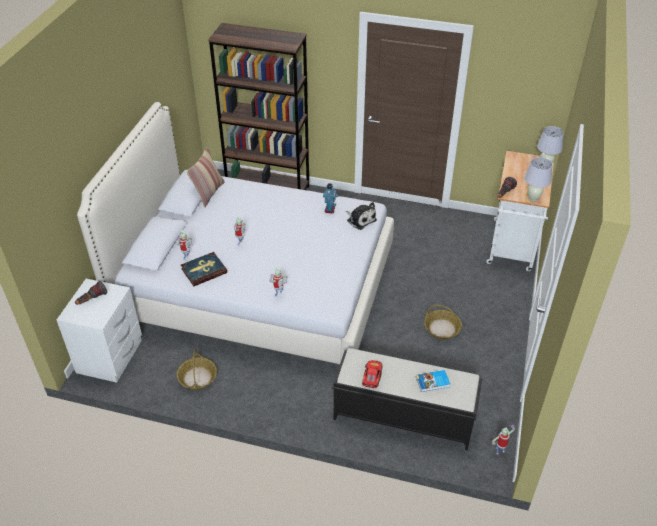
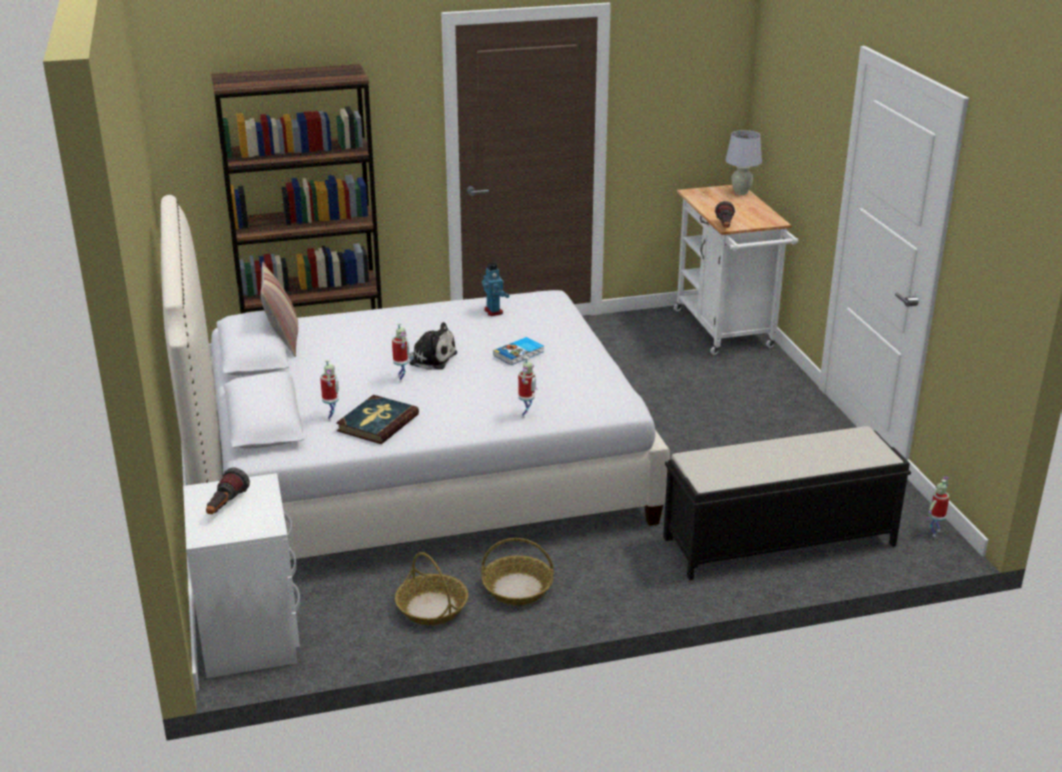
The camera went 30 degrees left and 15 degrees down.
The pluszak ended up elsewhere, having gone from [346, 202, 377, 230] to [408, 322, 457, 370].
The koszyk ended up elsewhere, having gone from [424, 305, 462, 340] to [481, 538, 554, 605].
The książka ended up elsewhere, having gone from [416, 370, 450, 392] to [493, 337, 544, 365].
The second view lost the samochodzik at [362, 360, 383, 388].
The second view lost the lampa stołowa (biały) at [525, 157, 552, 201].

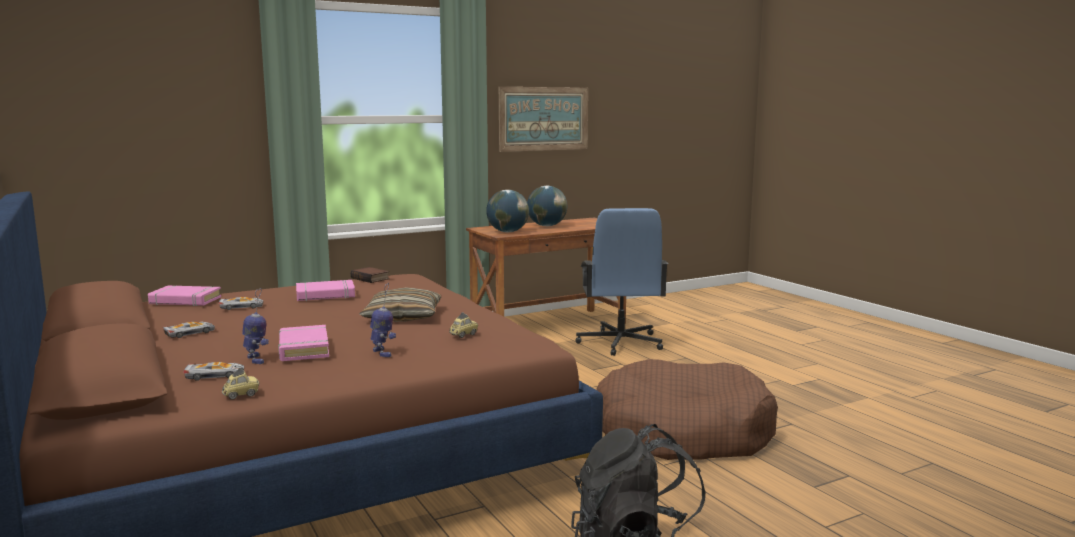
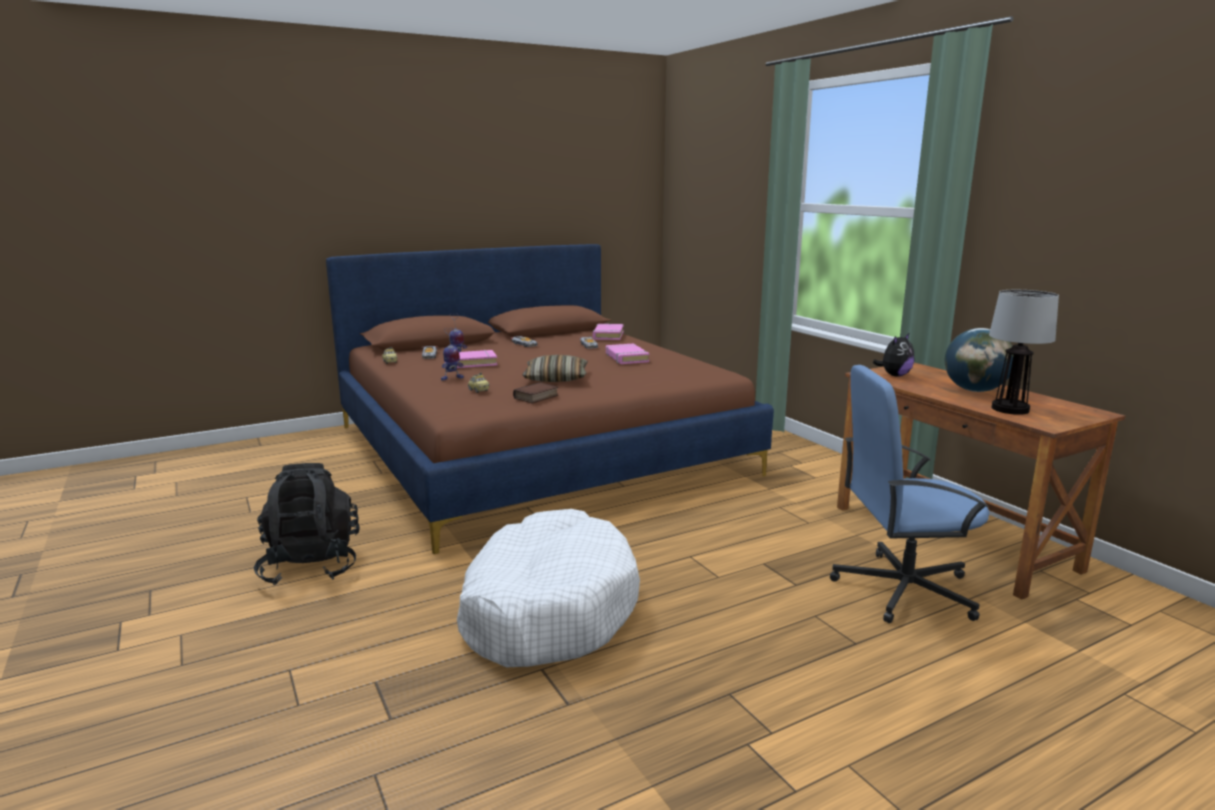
The camera went 90 degrees right and 5 degrees up.
What was the legowisko (brązowy) at [596, 359, 778, 460] turned into the legowisko (biały) at [457, 509, 640, 667].
The książka ended up elsewhere, having gone from [351, 267, 389, 283] to [513, 382, 558, 403].
Where the globus stood at [486, 190, 529, 232], the pluszak came to stand at [873, 333, 914, 377].
The second view gained the lampa stołowa at [989, 290, 1059, 415].
The second view lost the obraz at [499, 87, 588, 152].

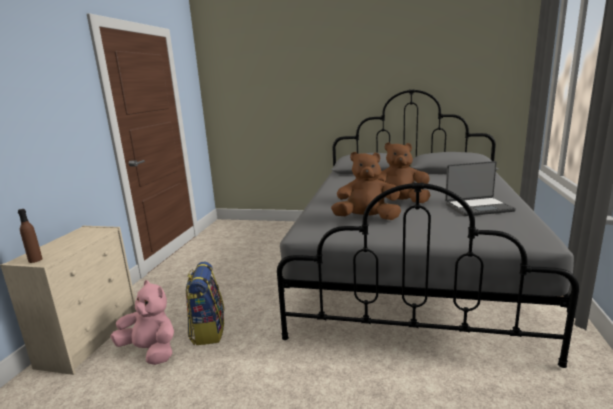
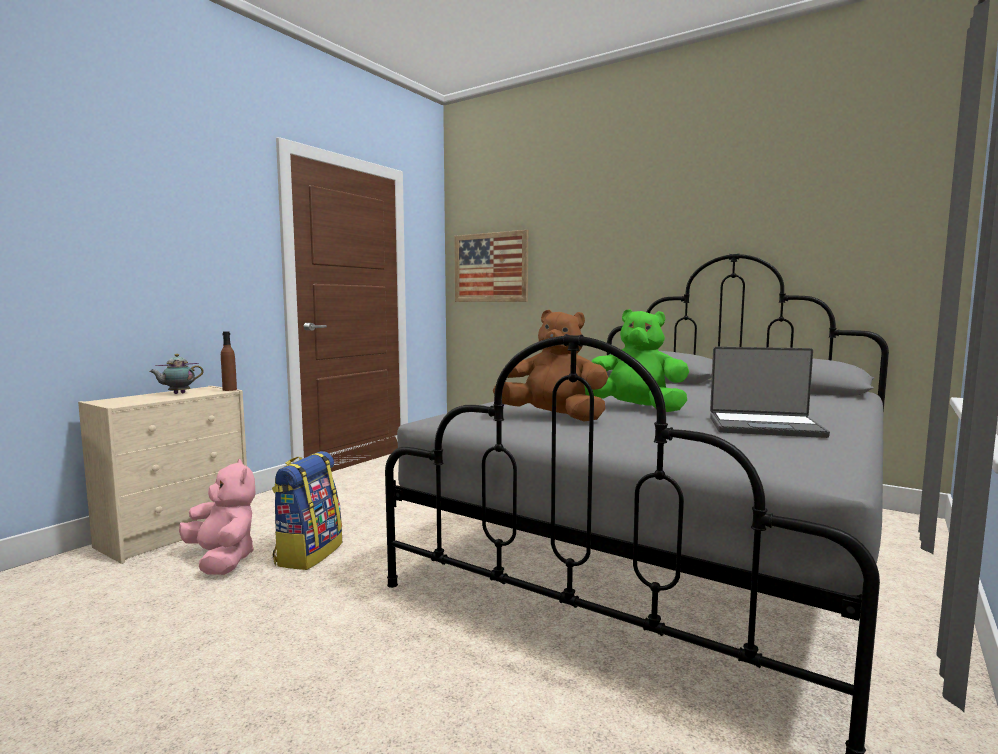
The camera went 20 degrees right and 10 degrees down.
The second view gained the imbryk at [149, 354, 204, 394].
The butelka (brązowy) ended up elsewhere, having gone from [18, 209, 42, 263] to [221, 331, 237, 391].
The second view gained the obraz at [454, 230, 528, 302].
What was the pluszak (brązowy) at [378, 142, 431, 203] turned into the pluszak (zielony) at [584, 309, 689, 412].

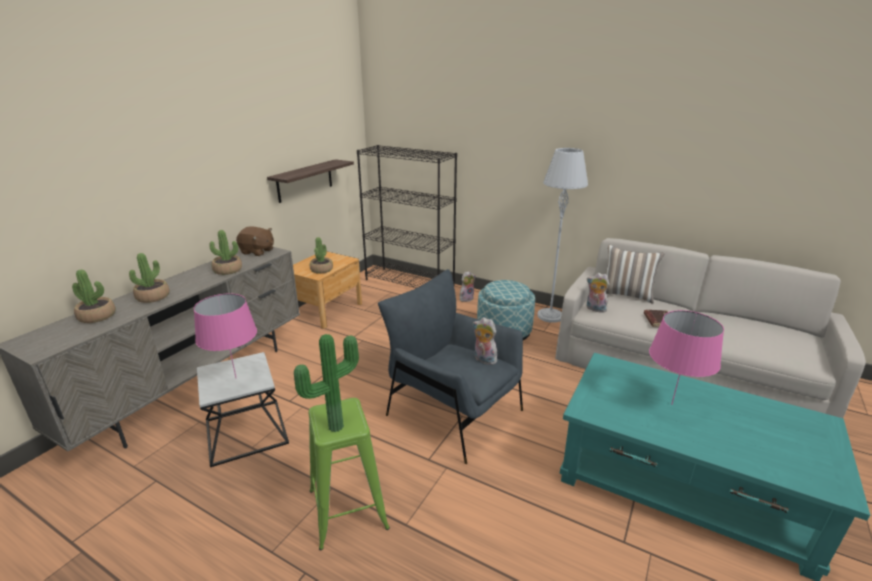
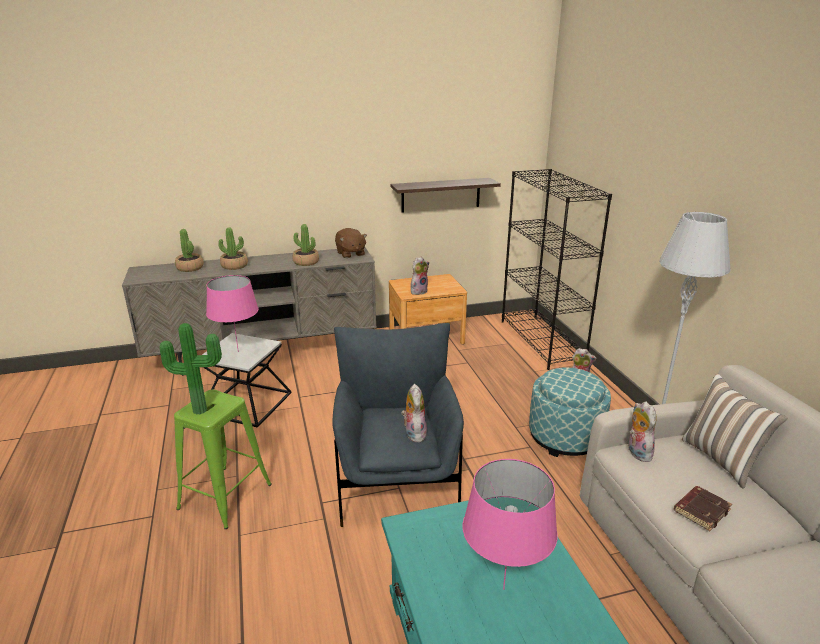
The camera went 45 degrees right and 0 degrees up.
Where the roślina doniczkowa stood at [310, 237, 333, 274], the pluszak came to stand at [411, 257, 429, 295].

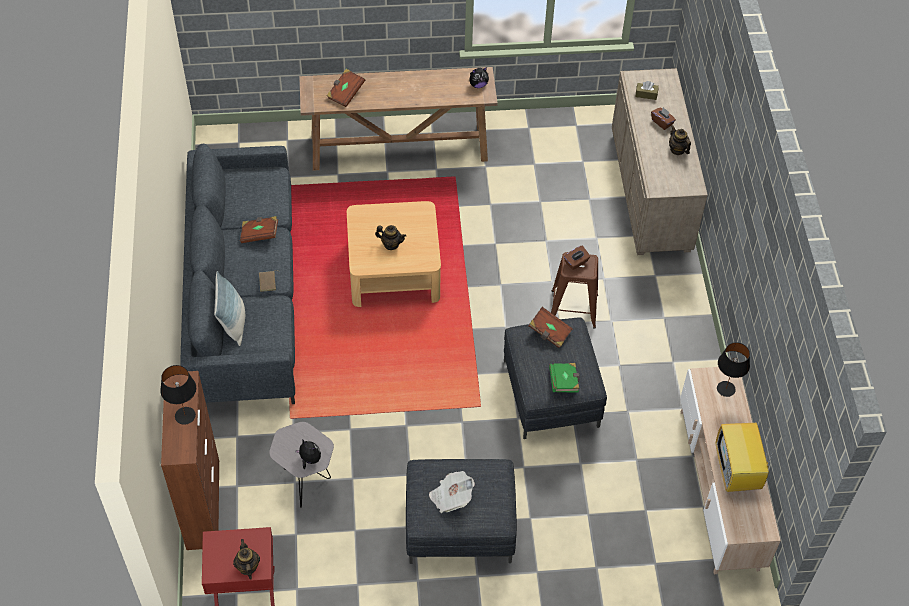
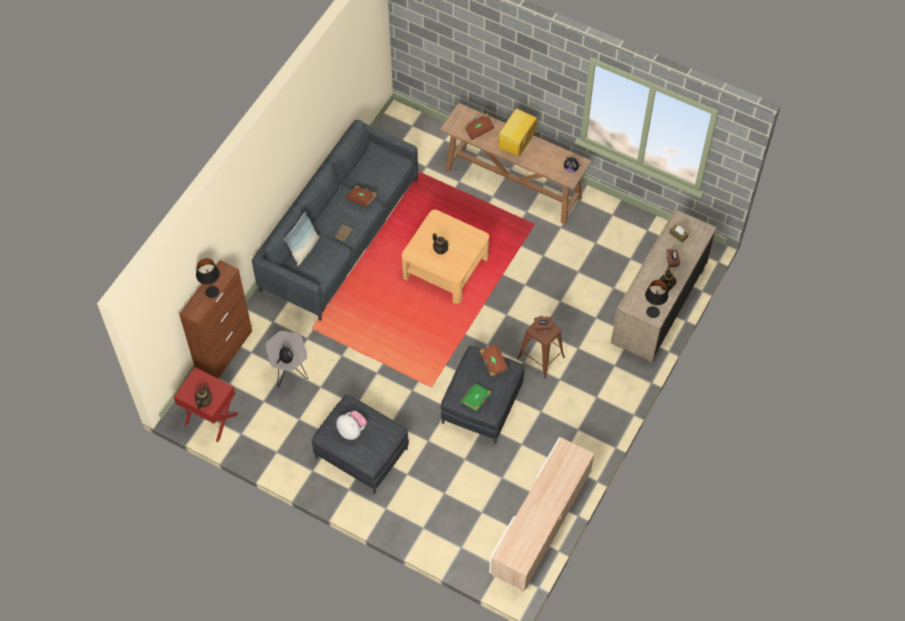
The camera went 35 degrees right and 5 degrees up.
Where the gazeta stood at [429, 471, 475, 513], the pluszak came to stand at [336, 411, 367, 440].
The telewizor ended up elsewhere, having gone from [716, 423, 774, 492] to [498, 108, 537, 157].
The lampa stołowa (czarny) ended up elsewhere, having gone from [717, 342, 750, 397] to [645, 280, 668, 318].

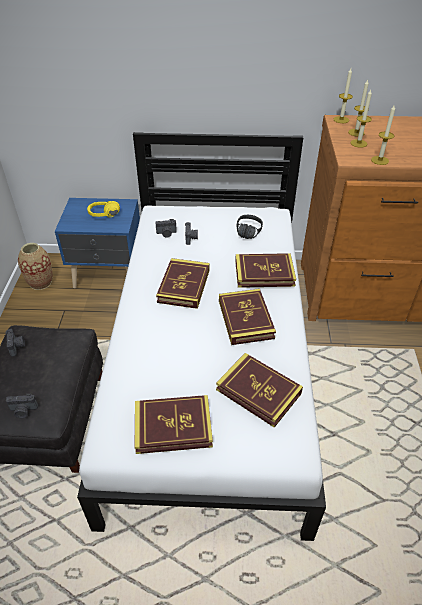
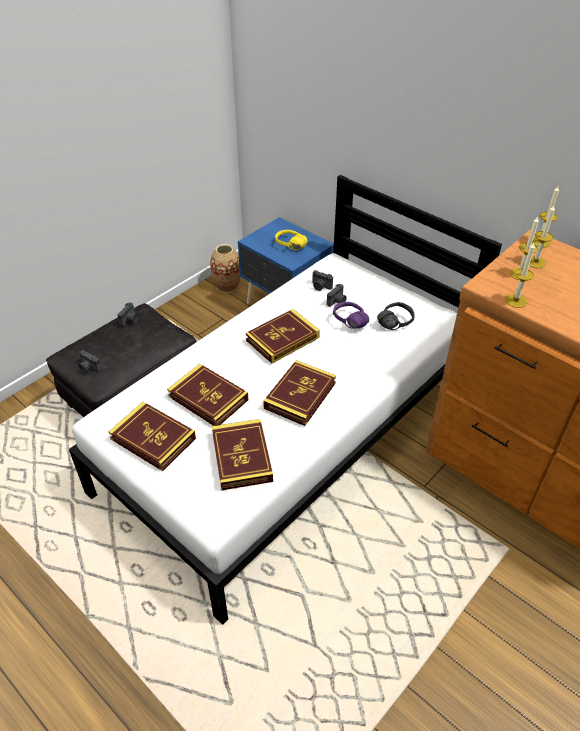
The camera went 40 degrees right and 0 degrees up.
The książka ended up elsewhere, having gone from [235, 253, 296, 288] to [167, 364, 248, 426].
The second view gained the słuchawki (fioletowy) at [333, 302, 369, 329].

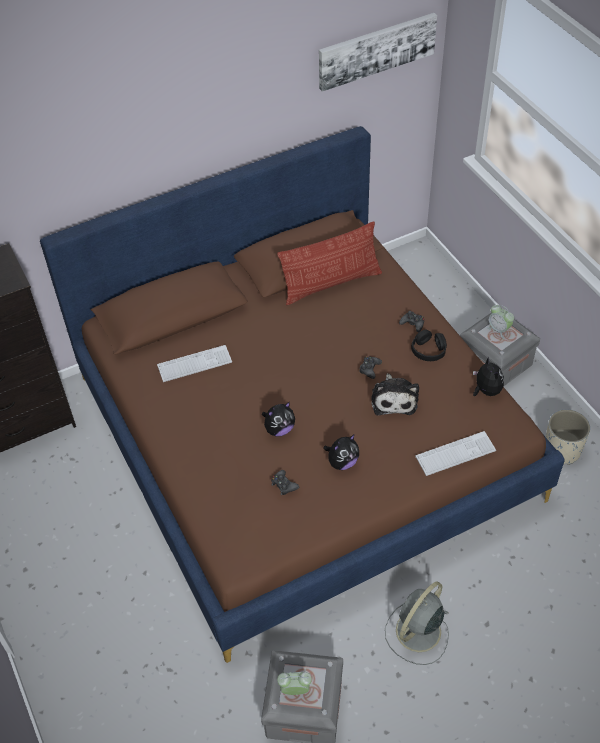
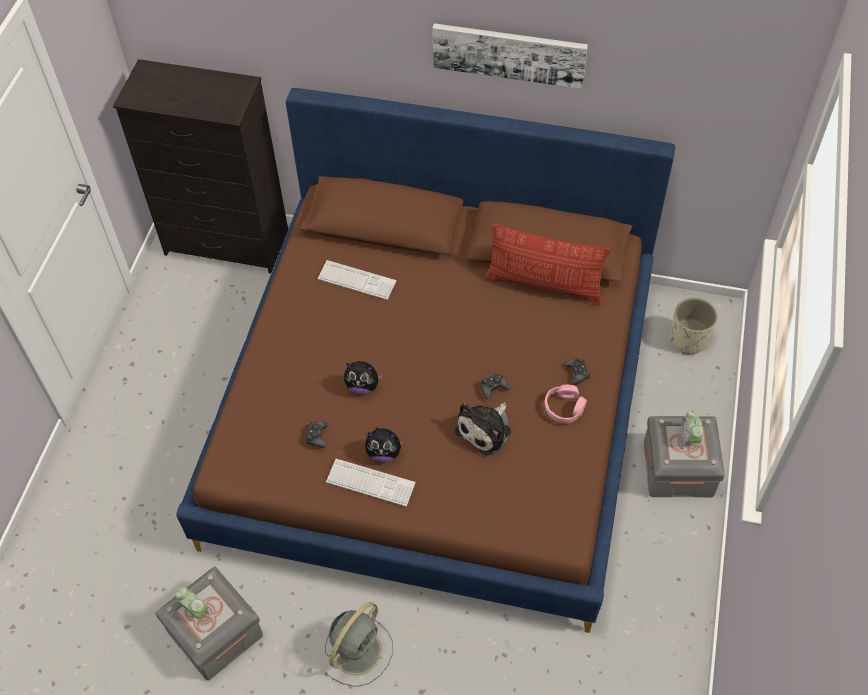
The camera went 40 degrees right and 5 degrees up.
The wentylator (szary) at [385, 581, 449, 665] ended up facing another way, 135 degrees clockwise from before.
The klawiatura ended up elsewhere, having gone from [415, 431, 496, 476] to [326, 459, 416, 507].
The obraz ended up elsewhere, having gone from [319, 13, 437, 92] to [433, 23, 588, 89].
What was the słuchawki (czarny) at [411, 330, 447, 361] turned into the słuchawki (różowy) at [544, 385, 587, 423].
The donica (beżowy) ended up elsewhere, having gone from [545, 410, 590, 465] to [670, 298, 717, 354].
The second view lost the pluszak at [473, 356, 504, 396].

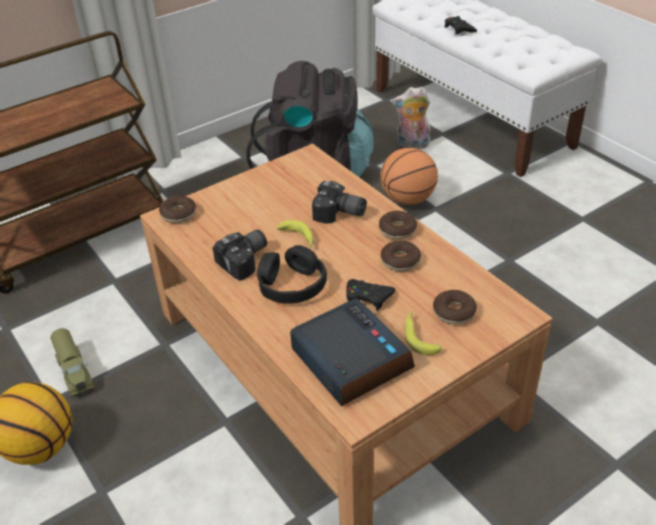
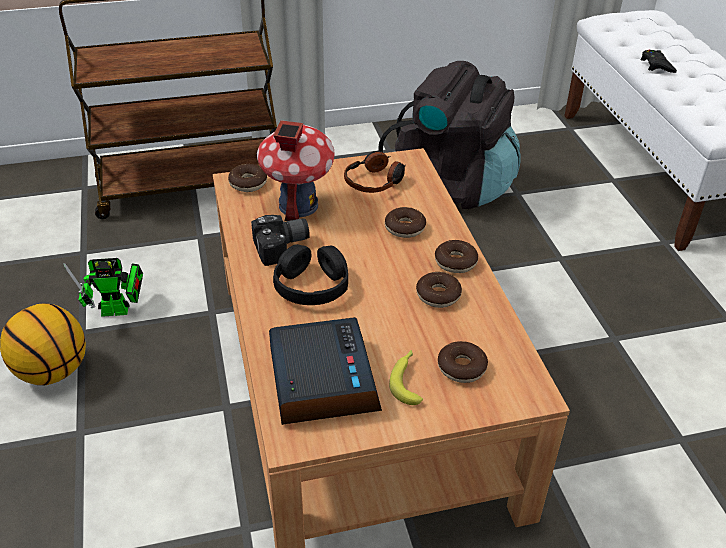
The camera went 20 degrees right and 0 degrees up.
Where the ciężarówka zabawkowa stood at [50, 328, 95, 397], the robot zabawkowy came to stand at [63, 258, 143, 317].
The second view gained the domek at [257, 120, 335, 221].
The second view gained the słuchawki at [344, 151, 406, 193].
Where the aparat fotograficzny stood at [312, 181, 367, 224], the donut came to stand at [385, 207, 426, 238].
The second view lost the banan at [277, 220, 313, 247].
The second view lost the pad do gier (czarny) at [346, 279, 396, 311].
The second view lost the piłka do koszykówki at [380, 148, 438, 205].
The second view lost the pluszak at [392, 87, 431, 149].

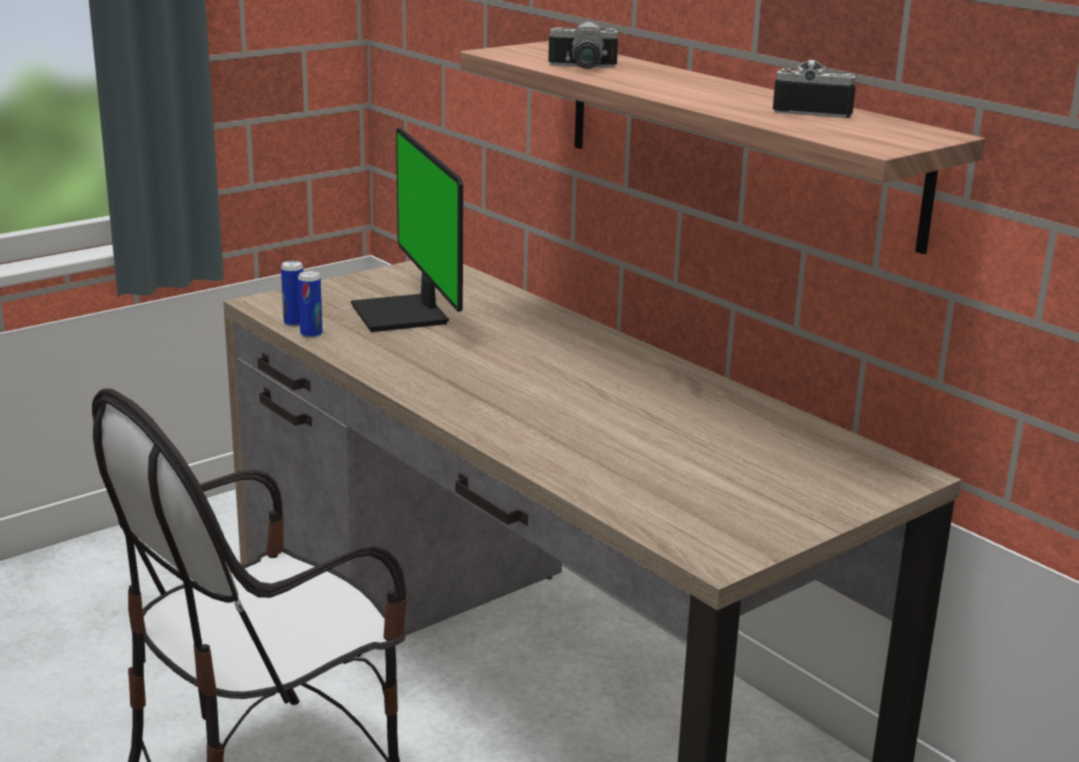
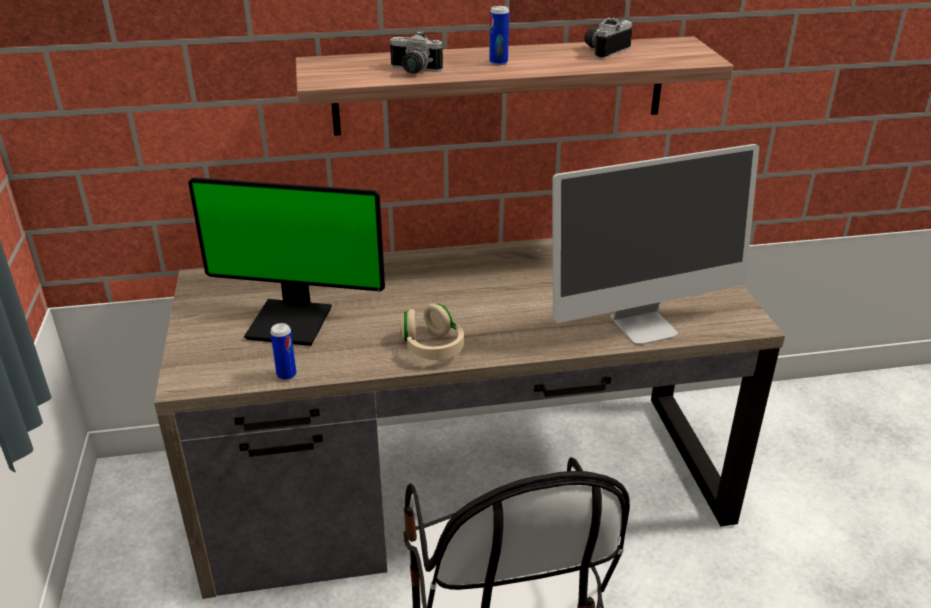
The camera went 60 degrees left and 10 degrees up.
The aparat fotograficzny at [548, 18, 618, 69] ended up facing another way, 75 degrees clockwise from before.
The second view gained the słuchawki (beżowy) at [400, 304, 464, 360].
The puszka ended up elsewhere, having gone from [281, 261, 303, 327] to [489, 6, 509, 65].
The second view gained the monitor at [553, 144, 759, 345].

